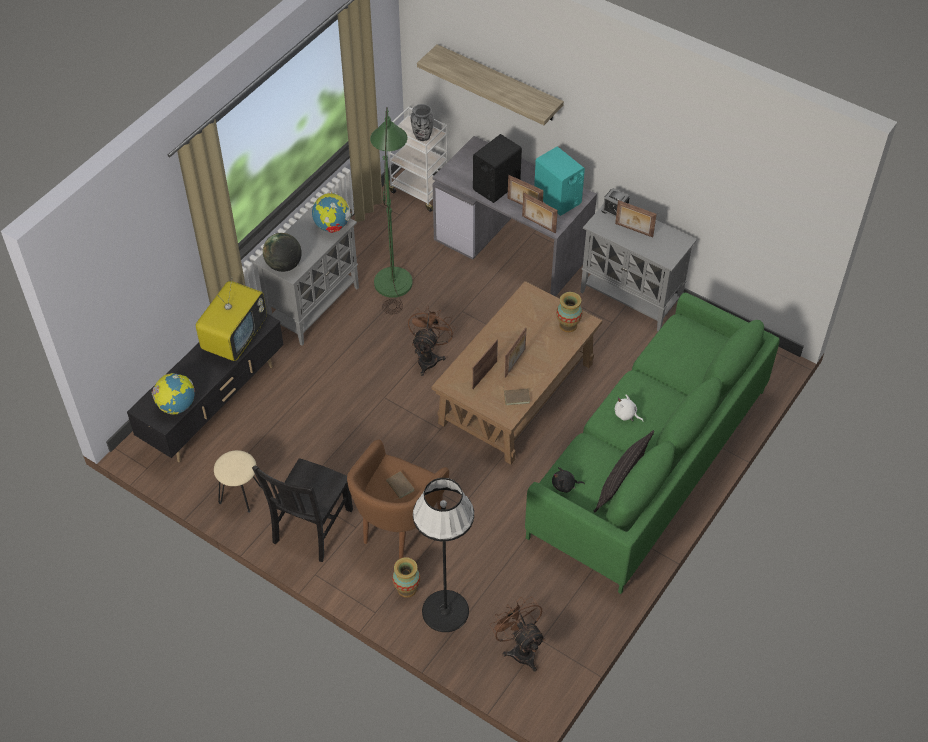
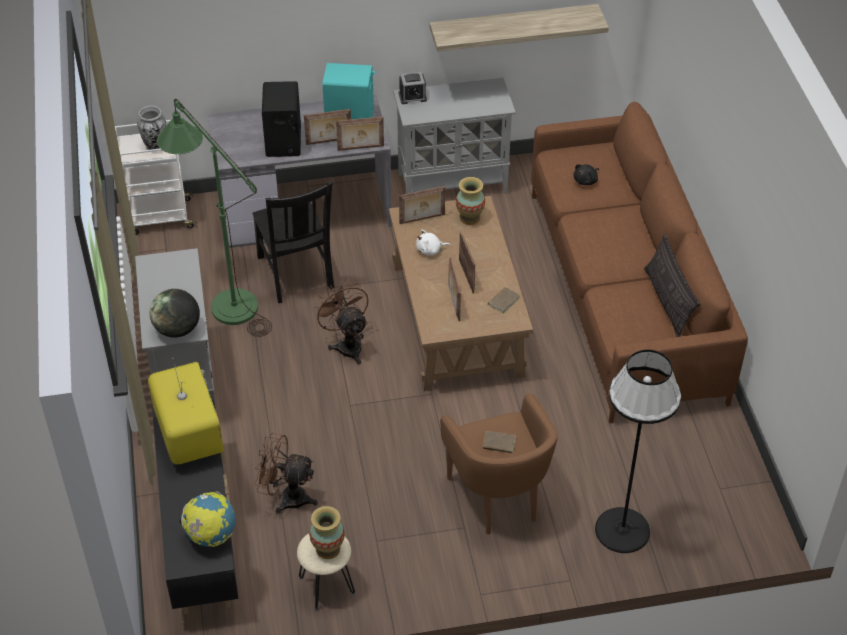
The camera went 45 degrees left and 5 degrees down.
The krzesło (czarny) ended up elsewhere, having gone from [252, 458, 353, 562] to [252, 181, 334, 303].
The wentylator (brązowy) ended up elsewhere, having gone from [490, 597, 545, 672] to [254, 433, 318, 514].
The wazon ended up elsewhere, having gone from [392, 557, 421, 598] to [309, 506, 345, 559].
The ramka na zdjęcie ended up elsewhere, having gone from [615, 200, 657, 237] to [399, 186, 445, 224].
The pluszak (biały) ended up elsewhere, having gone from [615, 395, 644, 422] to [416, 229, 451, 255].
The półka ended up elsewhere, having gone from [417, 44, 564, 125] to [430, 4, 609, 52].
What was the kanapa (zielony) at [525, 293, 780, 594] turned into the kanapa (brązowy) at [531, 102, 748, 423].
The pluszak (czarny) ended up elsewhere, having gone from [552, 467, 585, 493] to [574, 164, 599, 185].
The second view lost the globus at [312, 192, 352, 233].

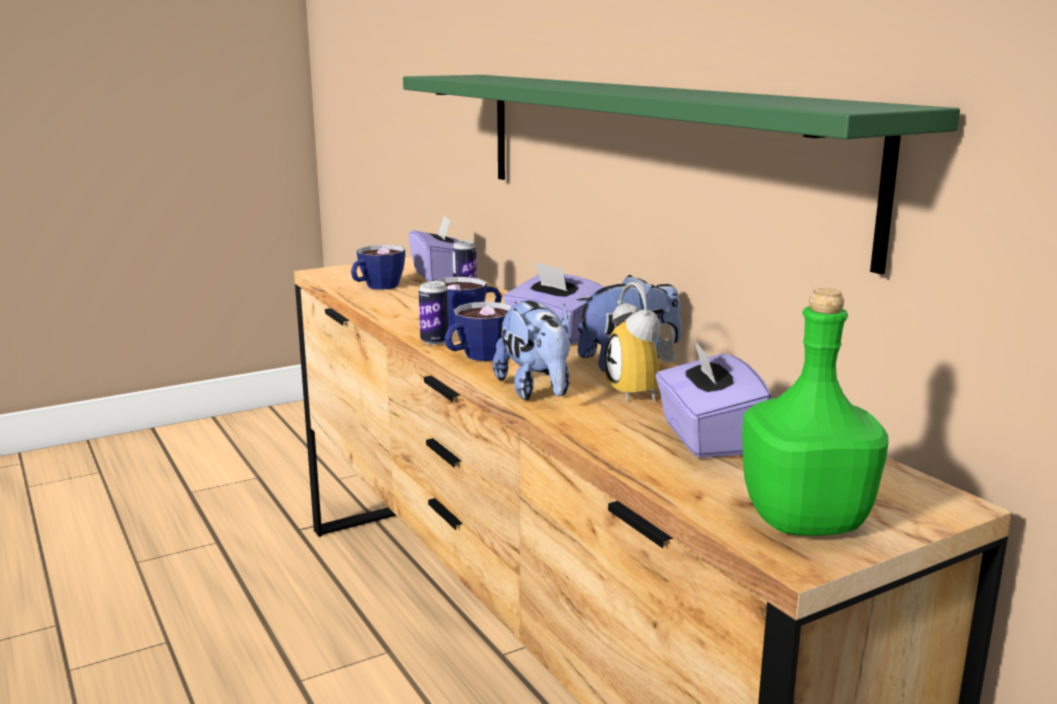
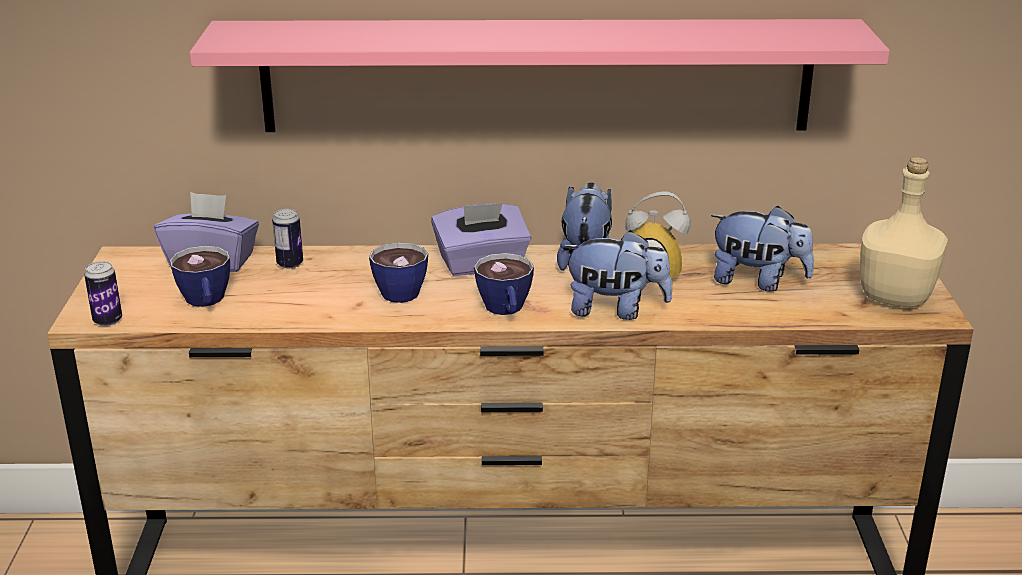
The camera went 60 degrees left and 10 degrees up.
The puszka ended up elsewhere, having gone from [419, 281, 449, 345] to [84, 261, 122, 326].
What was the półka (zielony) at [403, 75, 960, 274] turned into the półka (różowy) at [190, 19, 890, 132].
Where the pudełko chusteczek (fioletowy) stood at [656, 338, 772, 458], the pluszak came to stand at [711, 206, 814, 292].
What was the butelka (zielony) at [742, 288, 889, 536] turned into the butelka (beżowy) at [860, 157, 948, 307].

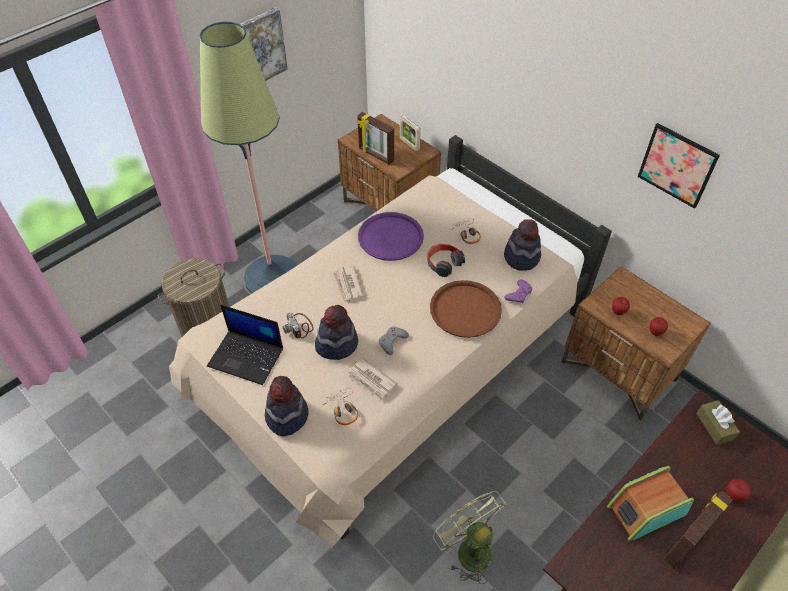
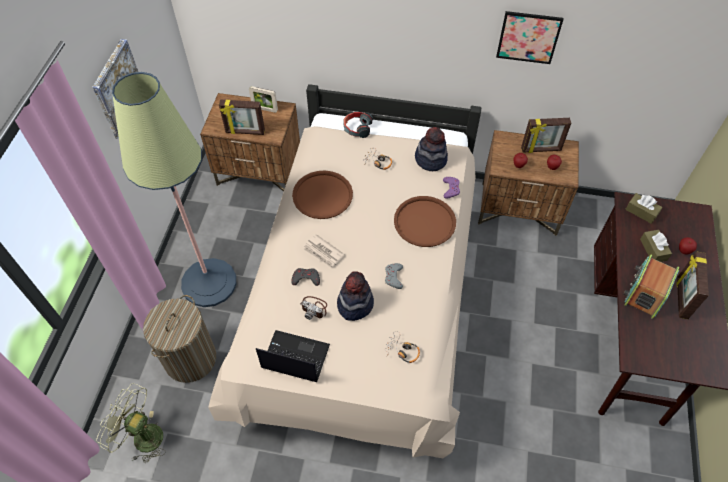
The camera went 35 degrees left and 5 degrees up.
The wentylator (zielony) ended up elsewhere, having gone from [433, 491, 507, 584] to [96, 383, 166, 463].
The laptop at [207, 305, 283, 385] ended up facing another way, 150 degrees counterclockwise from before.
The second view gained the pad do gier (szary) at [291, 268, 320, 286].
What was the taca (fioletowy) at [358, 212, 424, 261] turned into the taca (brązowy) at [292, 171, 353, 219].
The słuchawki ended up elsewhere, having gone from [427, 244, 465, 277] to [343, 112, 373, 138].
The second view gained the ramka na zdjęcie at [521, 118, 571, 153].
The second view gained the pudełko chusteczek (brązowy) at [640, 230, 672, 262].
The second view lost the kapelusz at [265, 376, 308, 436].
The second view lost the gazeta at [347, 358, 397, 401].

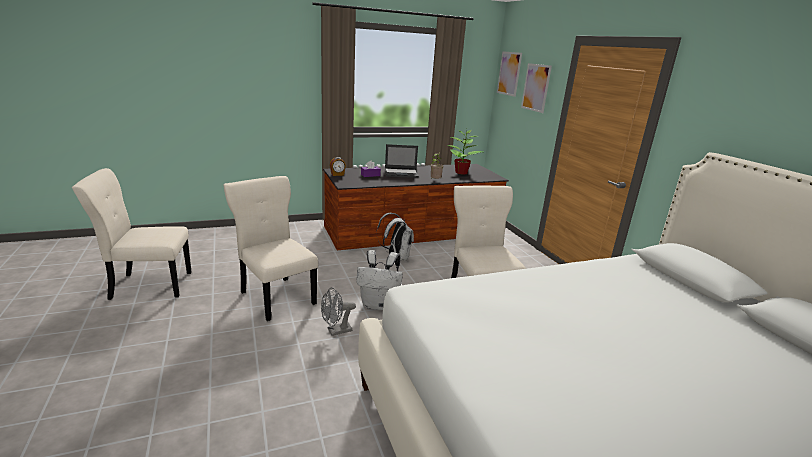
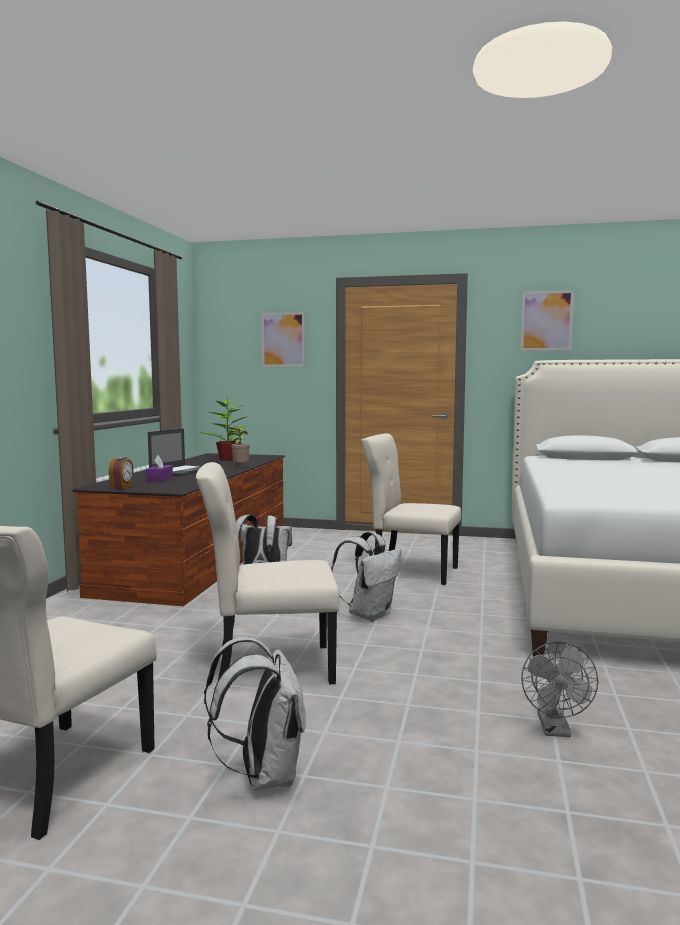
The camera went 55 degrees left and 15 degrees down.
The second view gained the plecak (biały) at [204, 637, 306, 790].
The obraz ended up elsewhere, having gone from [497, 51, 522, 97] to [520, 290, 574, 351].
The wentylator (szary) ended up elsewhere, having gone from [321, 288, 356, 336] to [521, 642, 598, 737].

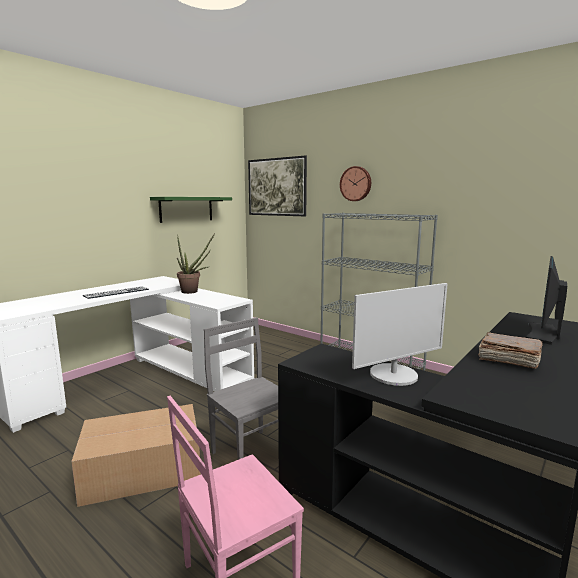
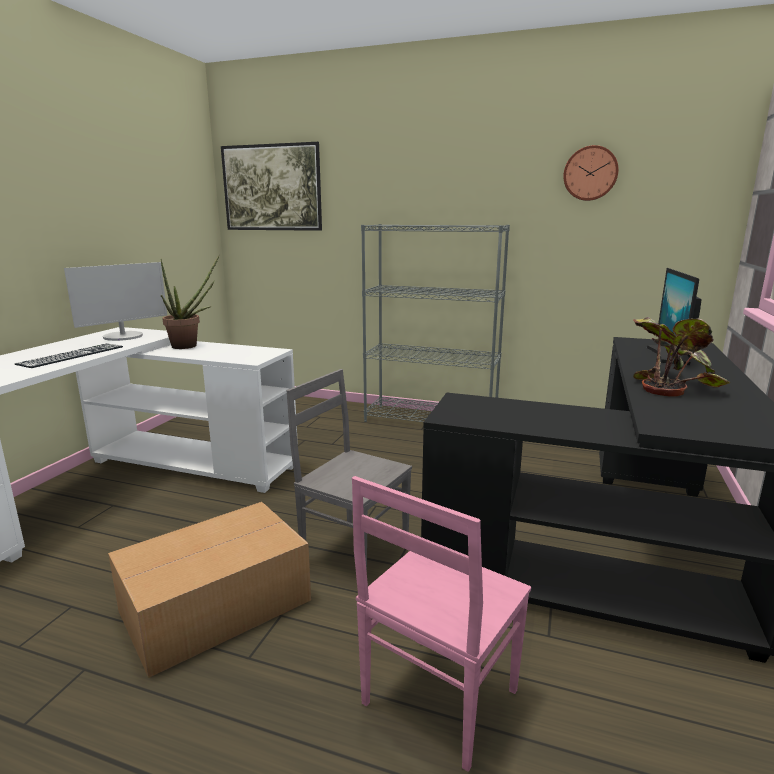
The camera went 20 degrees left and 5 degrees up.
The monitor ended up elsewhere, having gone from [352, 283, 448, 386] to [64, 262, 167, 341].
The zegar ścienny ended up elsewhere, having gone from [340, 166, 371, 201] to [563, 145, 619, 201].
Where the książka (brązowy) stood at [478, 332, 543, 369], the roślina doniczkowa came to stand at [633, 317, 730, 396].
The second view lost the półka (zielony) at [150, 197, 232, 223].

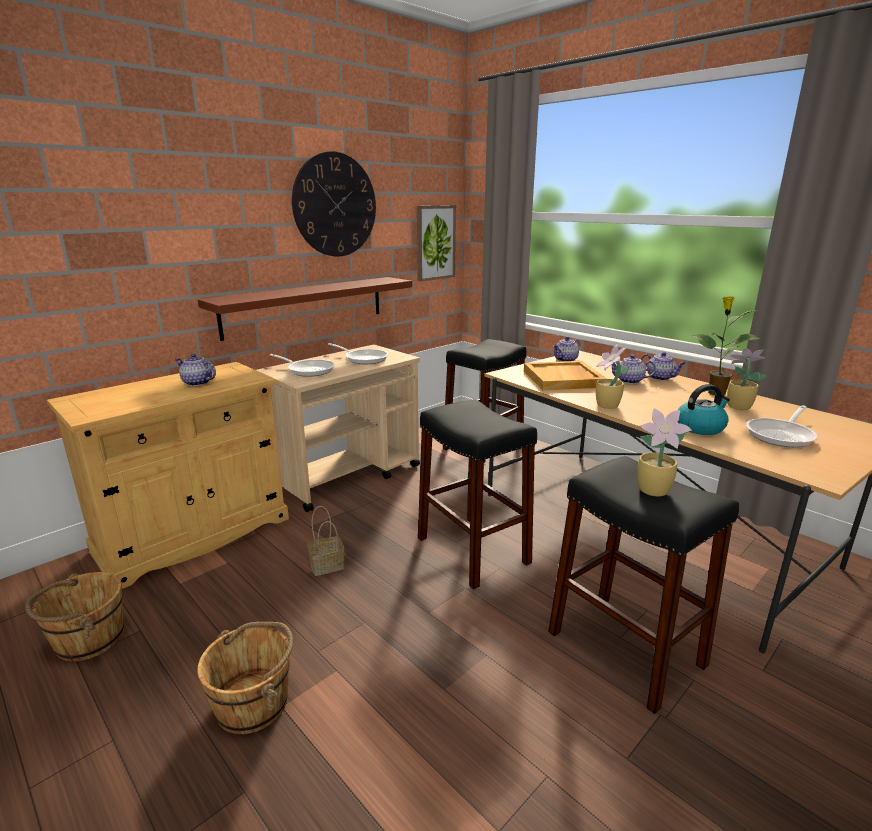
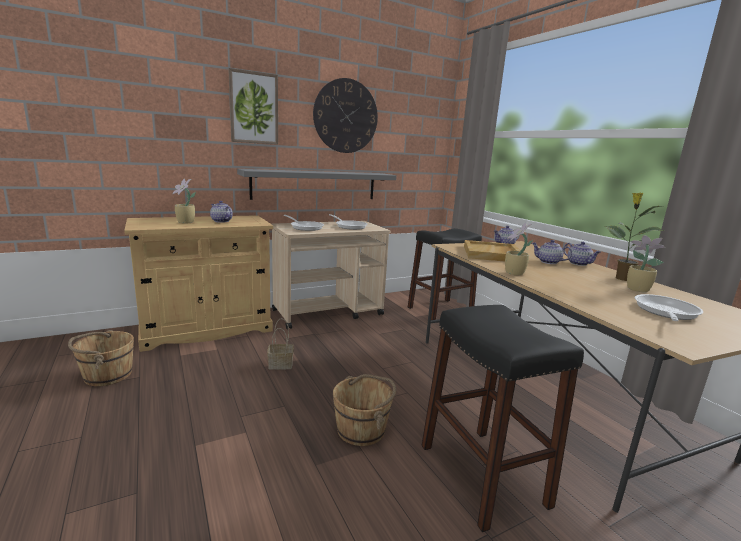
The camera went 15 degrees right and 5 degrees down.
The roślina doniczkowa ended up elsewhere, having gone from [637, 408, 692, 496] to [172, 179, 196, 224].
The obraz ended up elsewhere, having gone from [417, 205, 456, 281] to [228, 68, 278, 145].
What was the półka (brązowy) at [198, 277, 412, 341] turned into the półka (szary) at [237, 169, 396, 200].
The wiadro (brązowy) ended up elsewhere, having gone from [197, 622, 293, 734] to [333, 374, 396, 446].
The patelnia at [746, 405, 818, 447] ended up facing another way, 150 degrees clockwise from before.
The second view lost the stołek (czarny) at [418, 400, 537, 589].
The second view lost the czajnik at [678, 384, 730, 435].

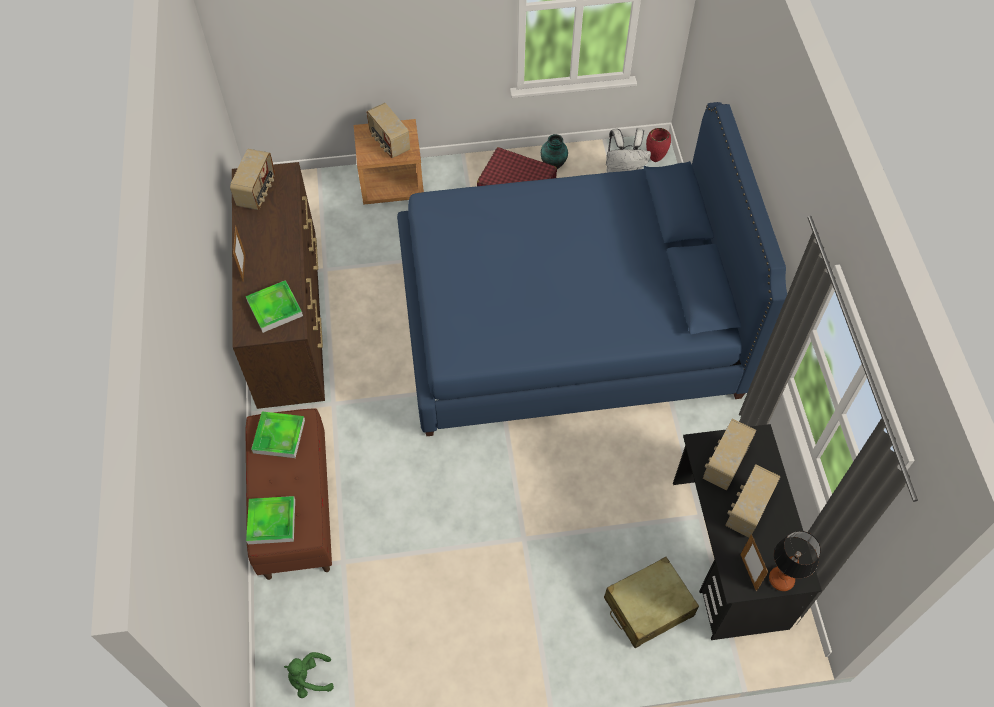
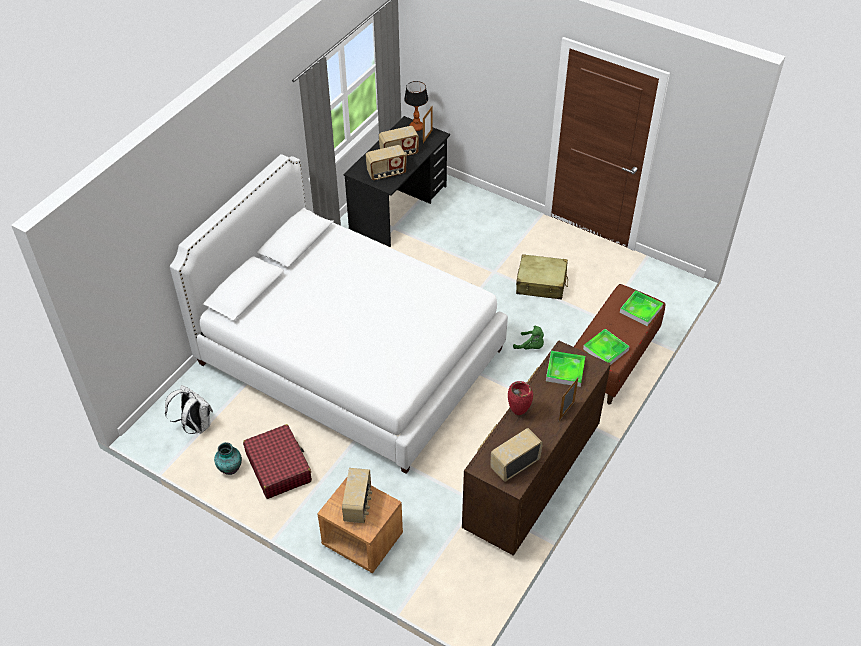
The camera went 140 degrees left and 10 degrees down.
What was the łóżko (niebieski) at [397, 102, 787, 436] turned into the łóżko (biały) at [170, 154, 508, 474].
The wazon (czerwony) ended up elsewhere, having gone from [646, 128, 671, 162] to [508, 381, 533, 415].
The pluszak (zielony) ended up elsewhere, having gone from [284, 652, 334, 698] to [513, 326, 544, 349].
The walizka (beżowy) ended up elsewhere, having gone from [604, 557, 699, 648] to [516, 254, 568, 300].

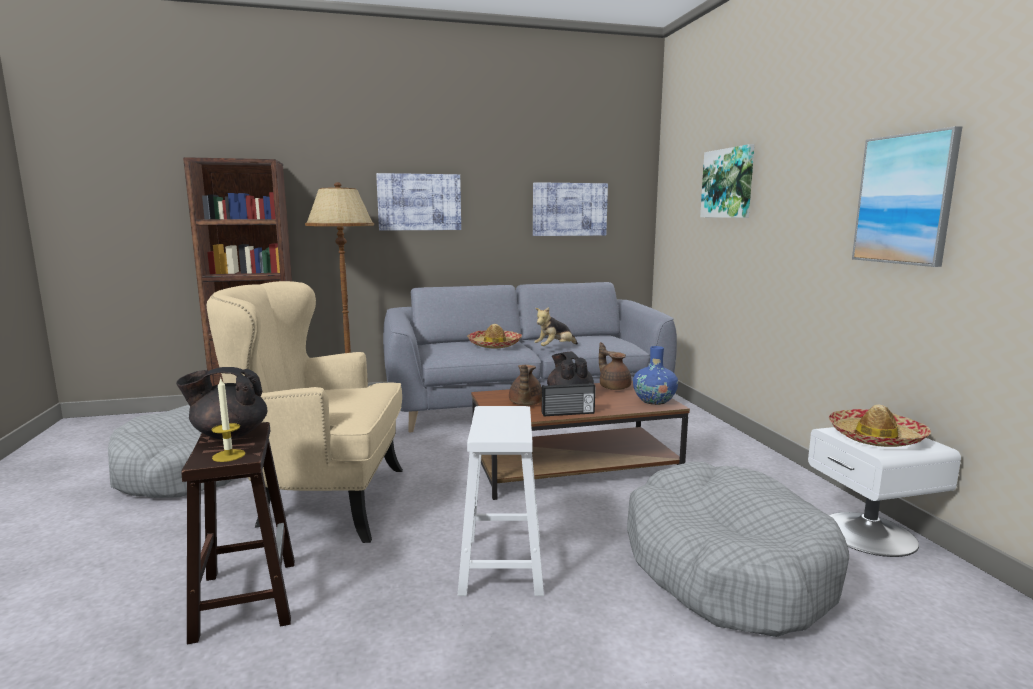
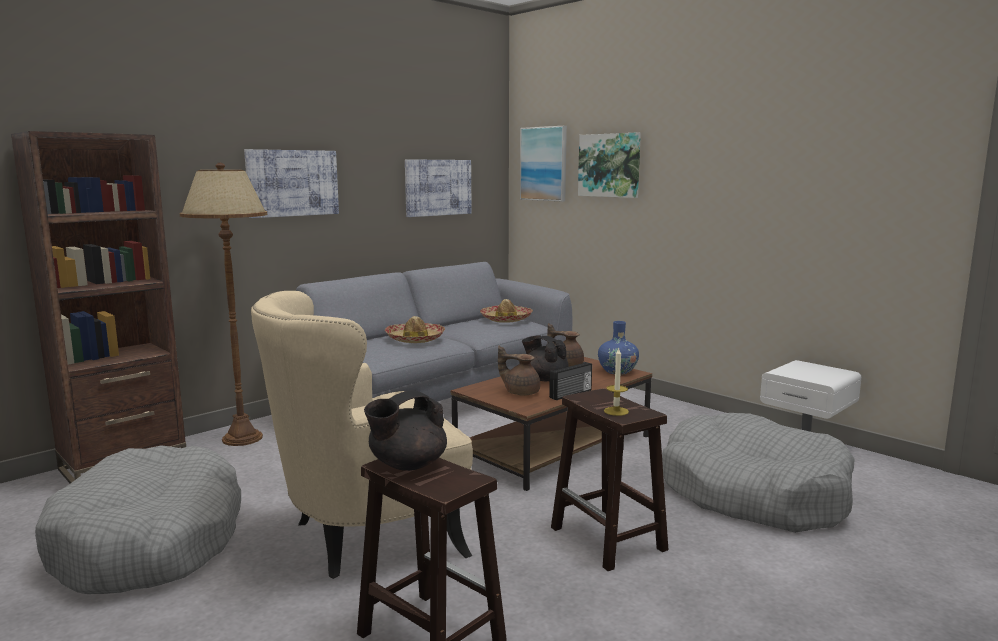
The camera went 30 degrees left and 0 degrees up.
The kapelusz ended up elsewhere, having gone from [829, 405, 931, 447] to [480, 299, 533, 323].
The imbryk (brązowy) at [509, 365, 542, 405] ended up facing another way, 135 degrees clockwise from before.
The obraz ended up elsewhere, having gone from [852, 126, 962, 267] to [520, 126, 567, 201].
What was the stołek (biały) at [458, 406, 544, 596] turned into the stołek (brązowy) at [551, 389, 668, 571].
The świeca ended up elsewhere, having gone from [212, 377, 245, 462] to [604, 348, 629, 416].
The second view lost the pluszak at [534, 307, 578, 346].

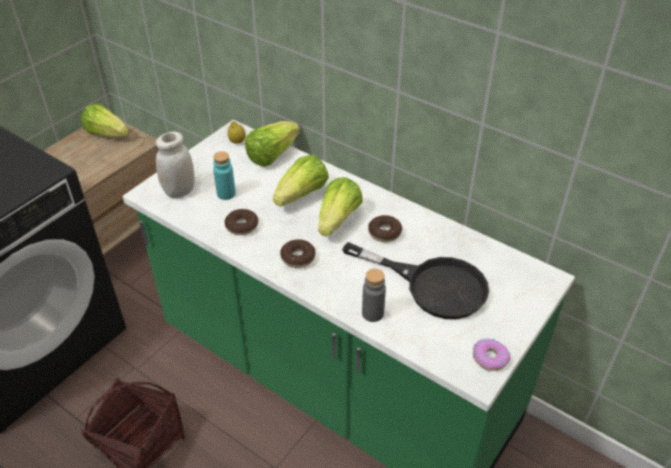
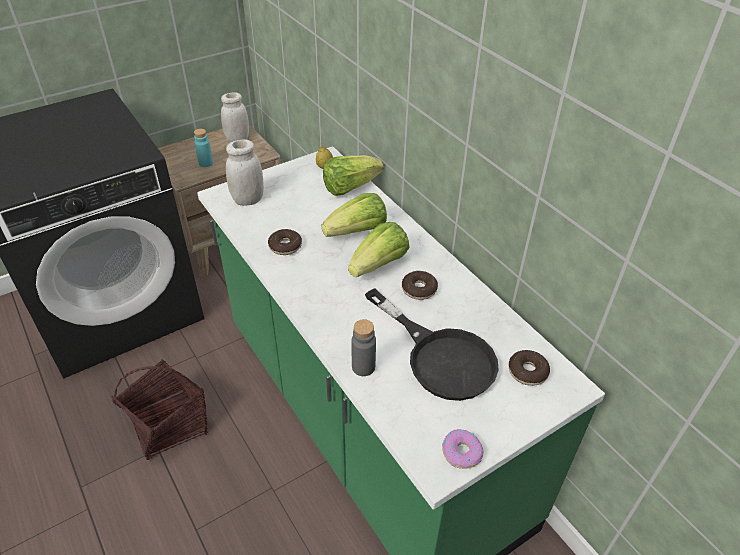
The camera went 20 degrees right and 0 degrees up.
The butelka (turkusowy) ended up elsewhere, having gone from [213, 151, 236, 200] to [194, 129, 213, 167].
Where the sałata stood at [81, 104, 128, 137], the słoik (biały) came to stand at [221, 92, 249, 143].
The donut ended up elsewhere, having gone from [280, 239, 316, 268] to [509, 350, 550, 386].

